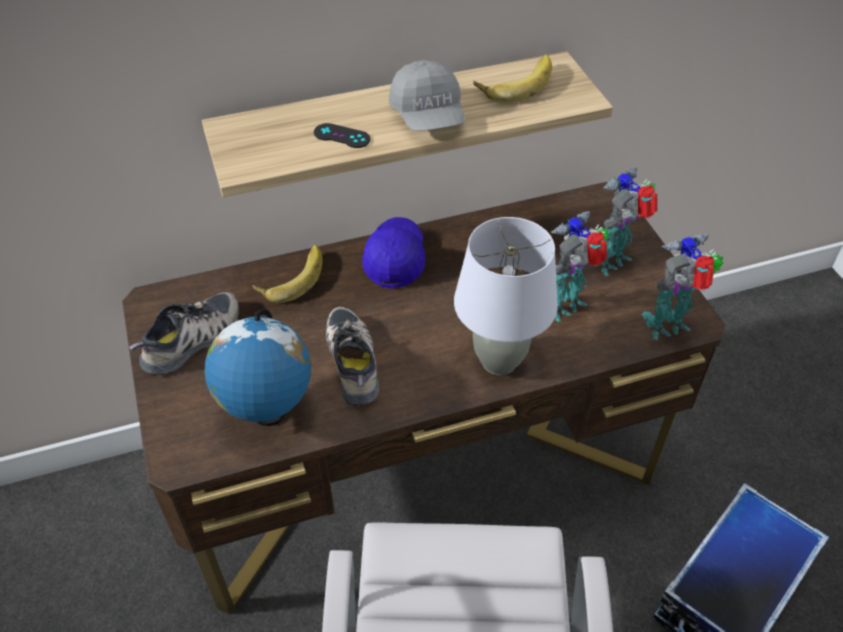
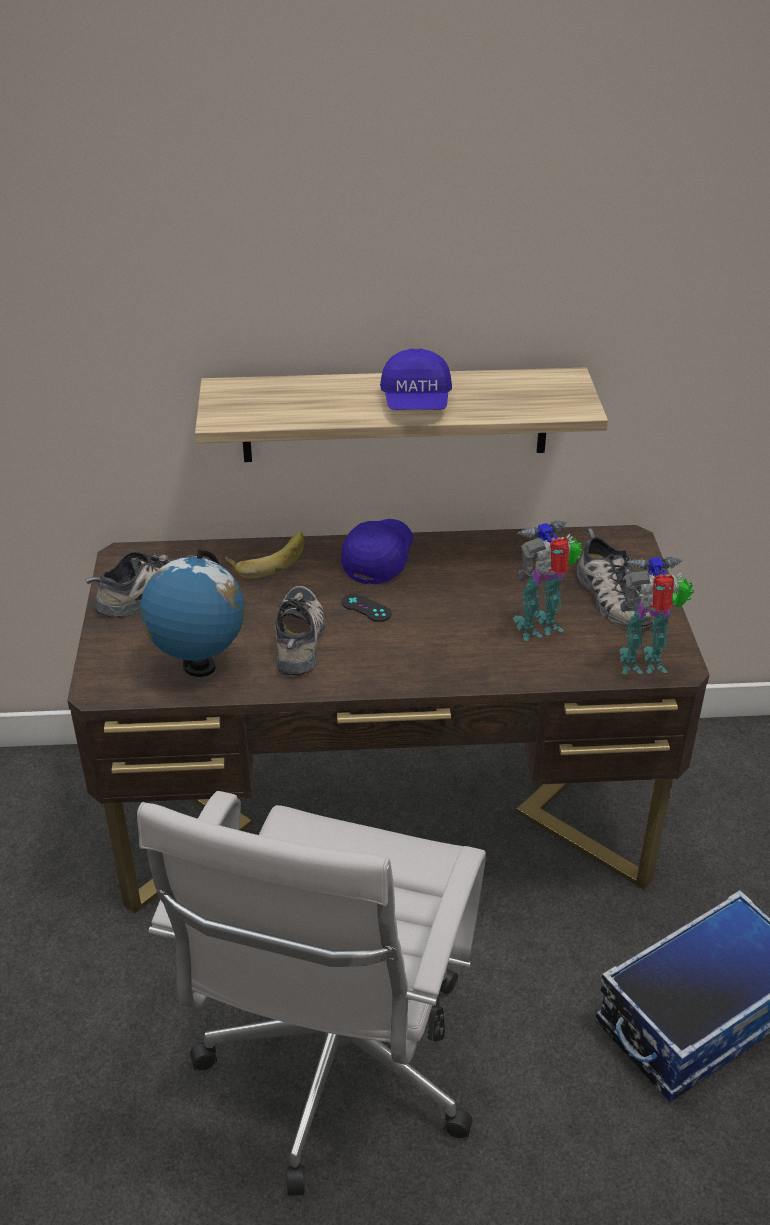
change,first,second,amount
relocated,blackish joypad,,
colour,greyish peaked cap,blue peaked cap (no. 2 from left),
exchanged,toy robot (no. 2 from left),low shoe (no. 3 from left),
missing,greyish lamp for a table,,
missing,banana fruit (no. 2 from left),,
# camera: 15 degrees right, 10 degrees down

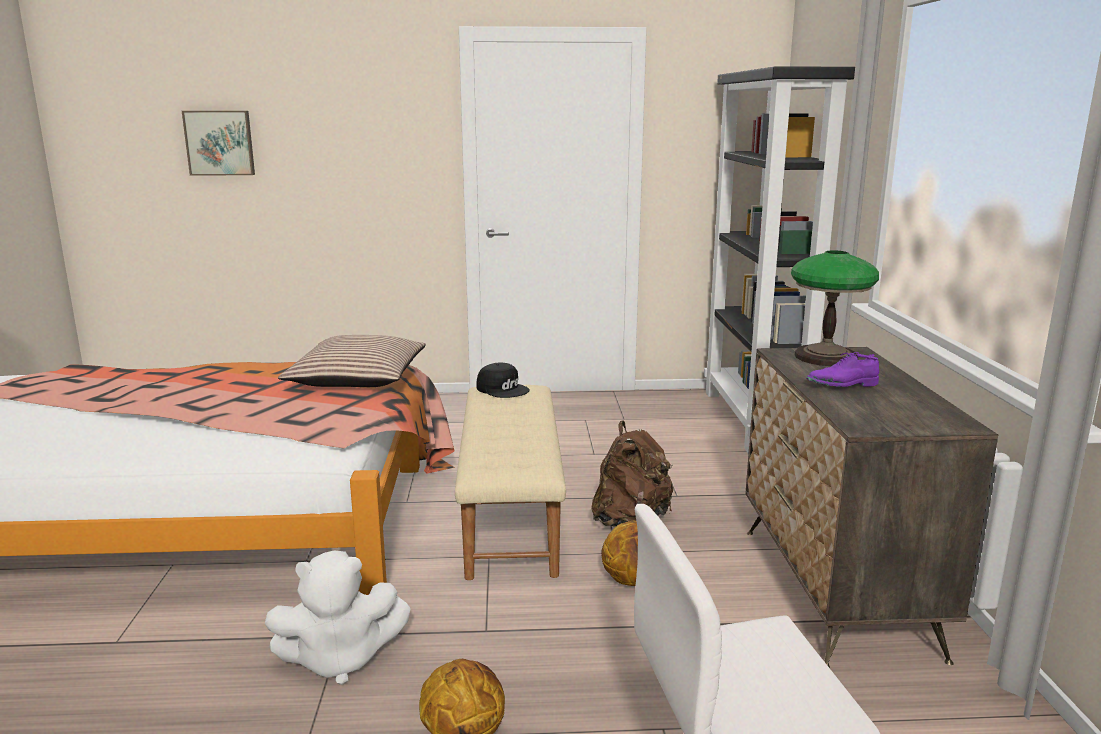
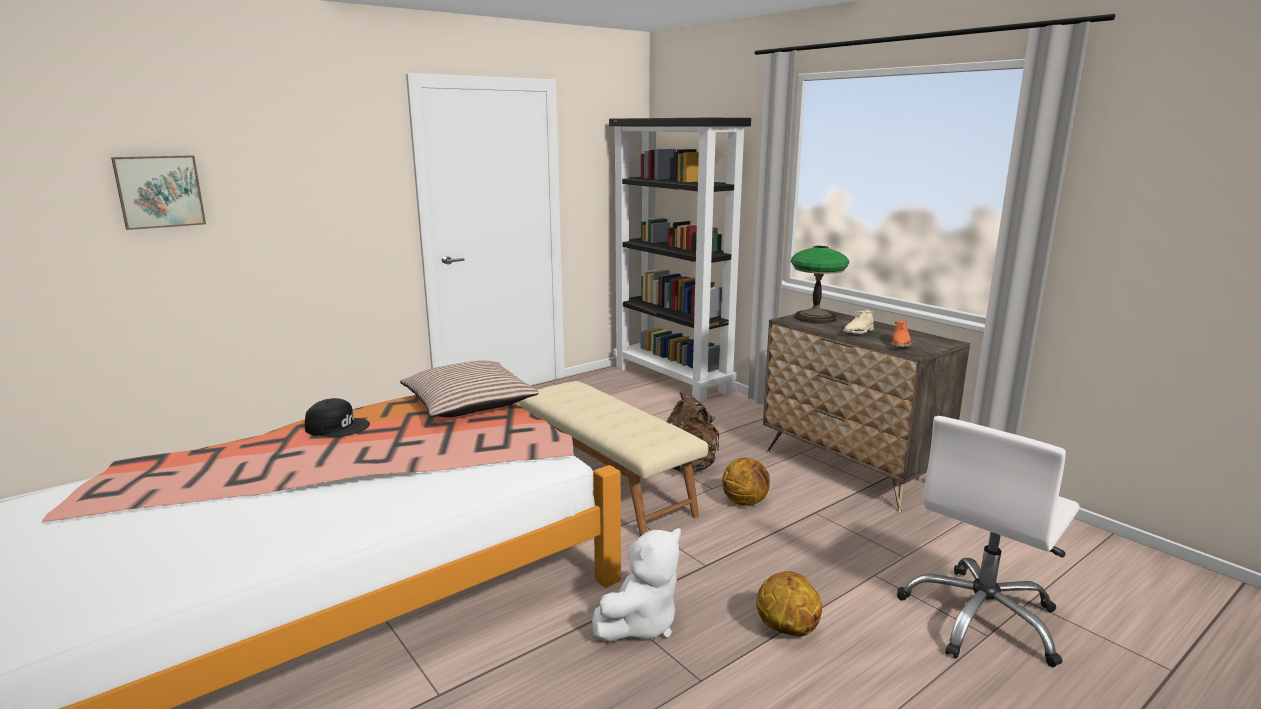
change,first,second,amount
relocated,blackish peaked cap,,
colour,purplish low shoe,beige low shoe,
appeared,,orangey low shoe,
# camera: 35 degrees left, 0 degrees up

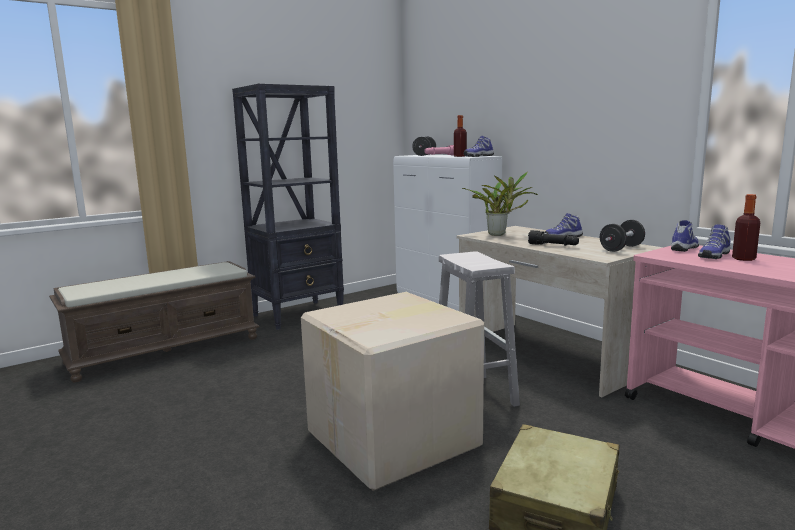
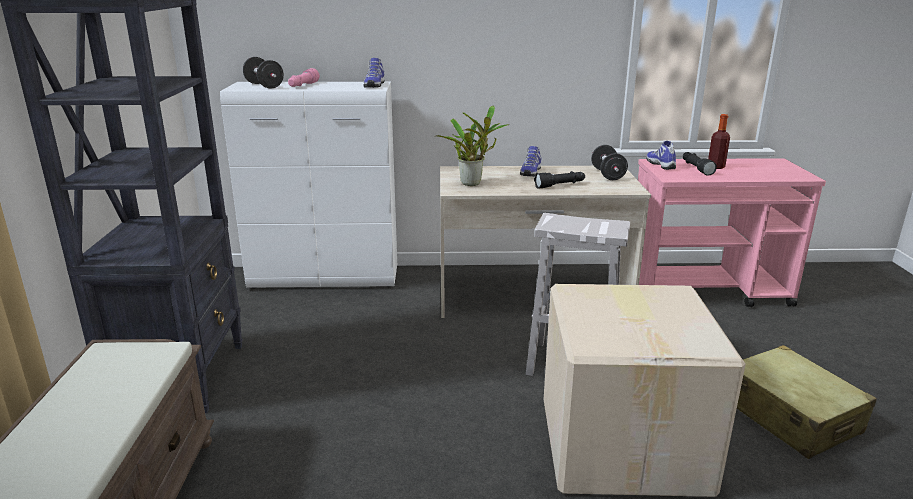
change,first,second,amount
exchanged,low shoe (no. 4 from left),blackish flashlight (no. 2 from left),
missing,bottle (no. 1 from left),,
# camera: 55 degrees left, 10 degrees up

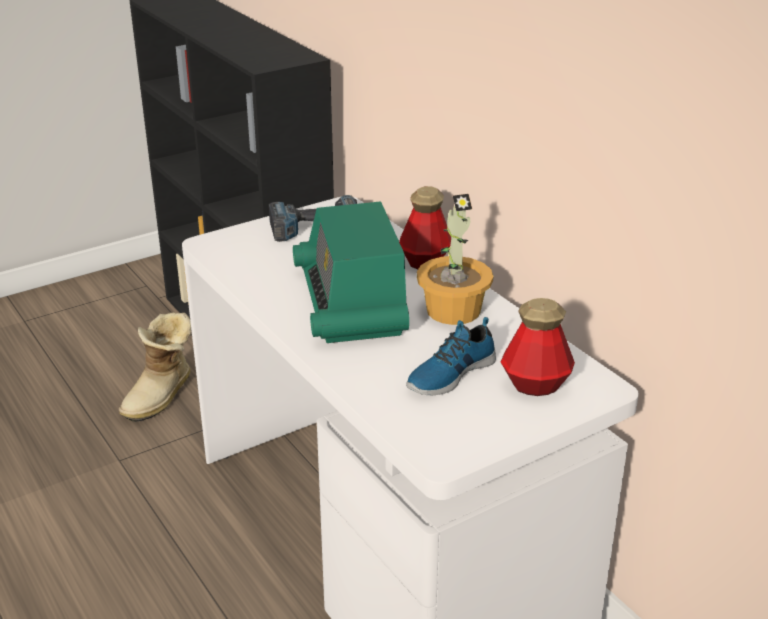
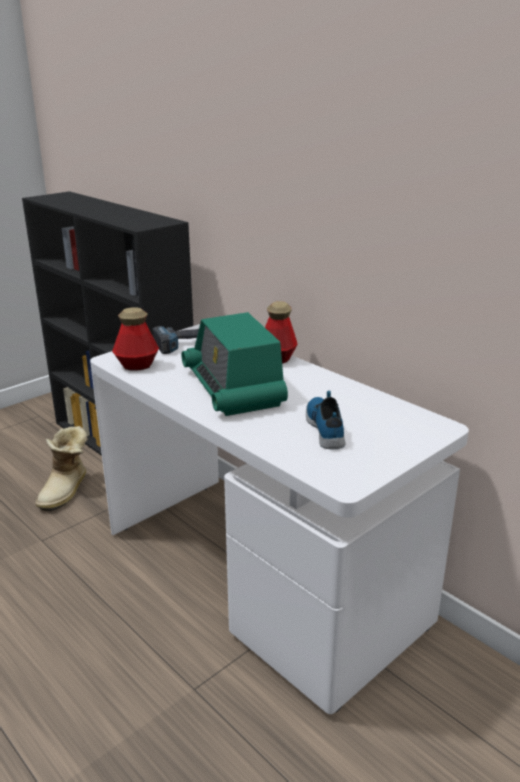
change,first,second,amount
relocated,bottle (no. 2 from left in the first image),bottle (no. 1 from left),
spun,low shoe,,135 degrees clockwise
missing,plant in a pot,,
# camera: 10 degrees left, 5 degrees down

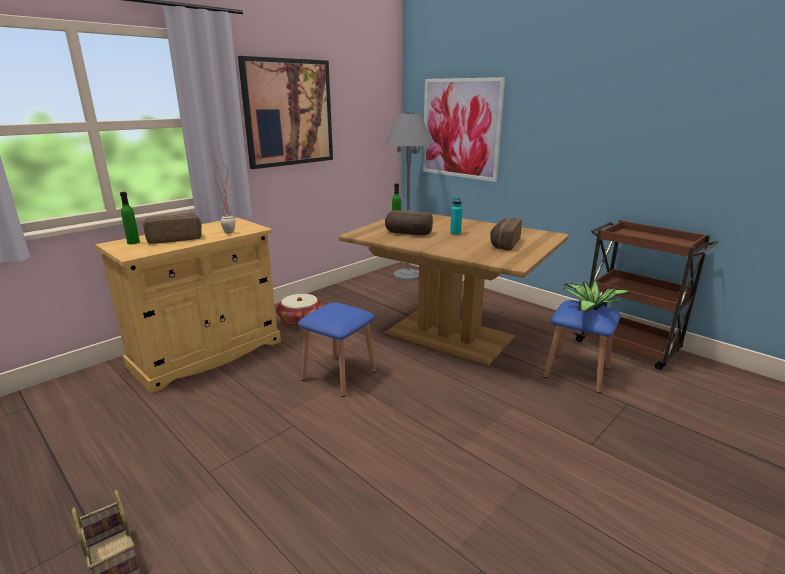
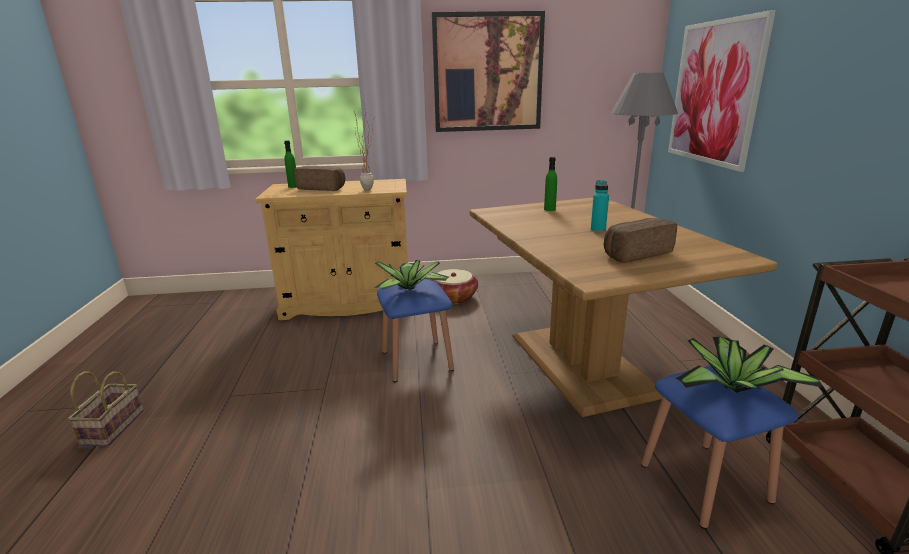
change,first,second,amount
appeared,,plant in a pot (no. 2 from left),
missing,baked bread (no. 2 from left),,
# camera: 40 degrees right, 0 degrees up

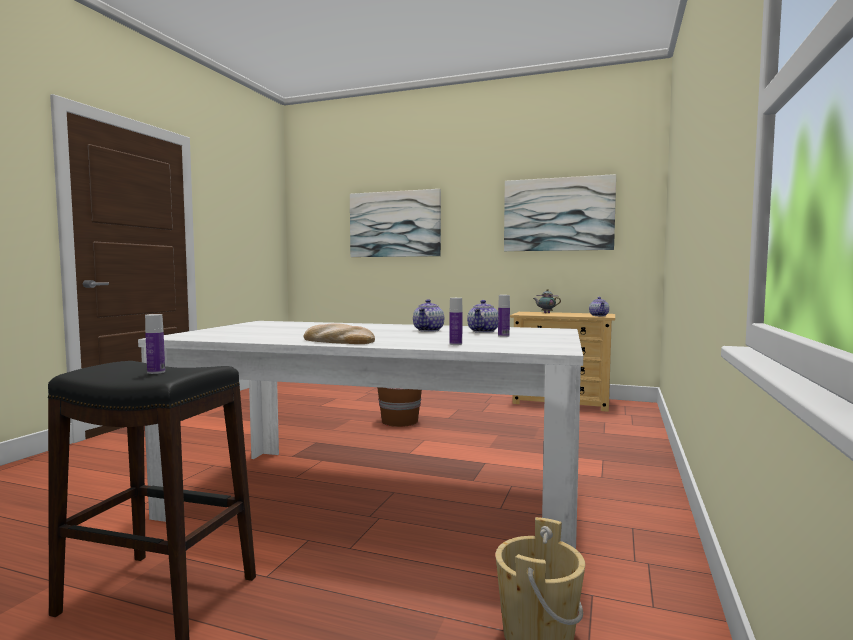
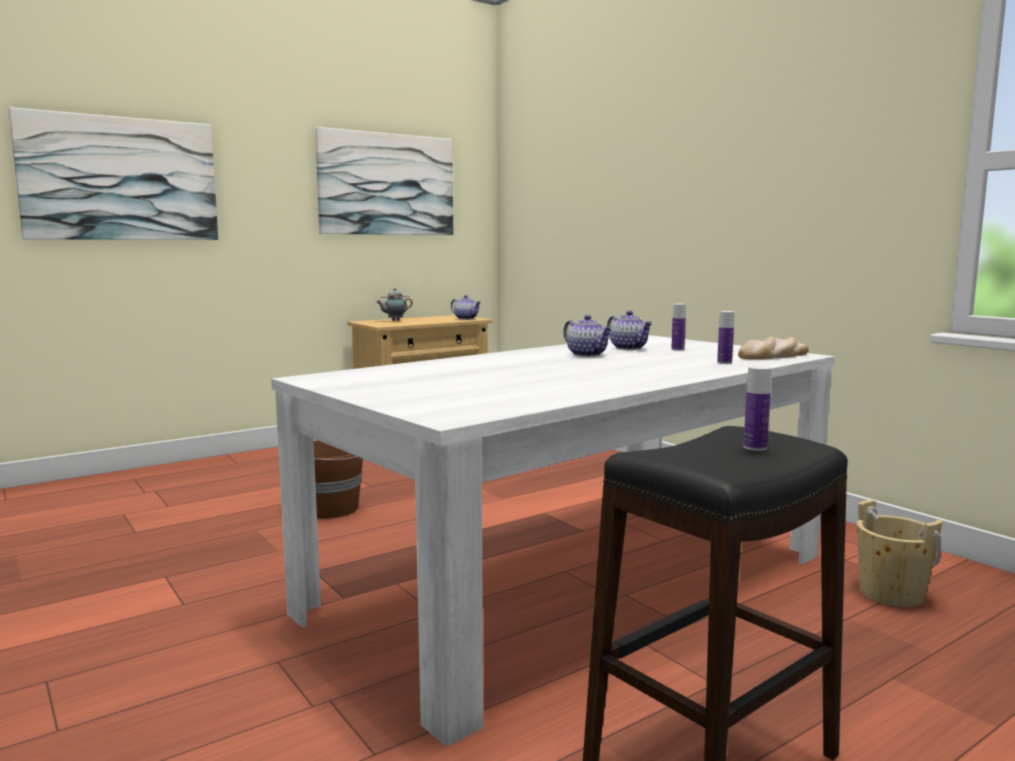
change,first,second,amount
relocated,baked bread,,
# camera: 55 degrees left, 5 degrees up

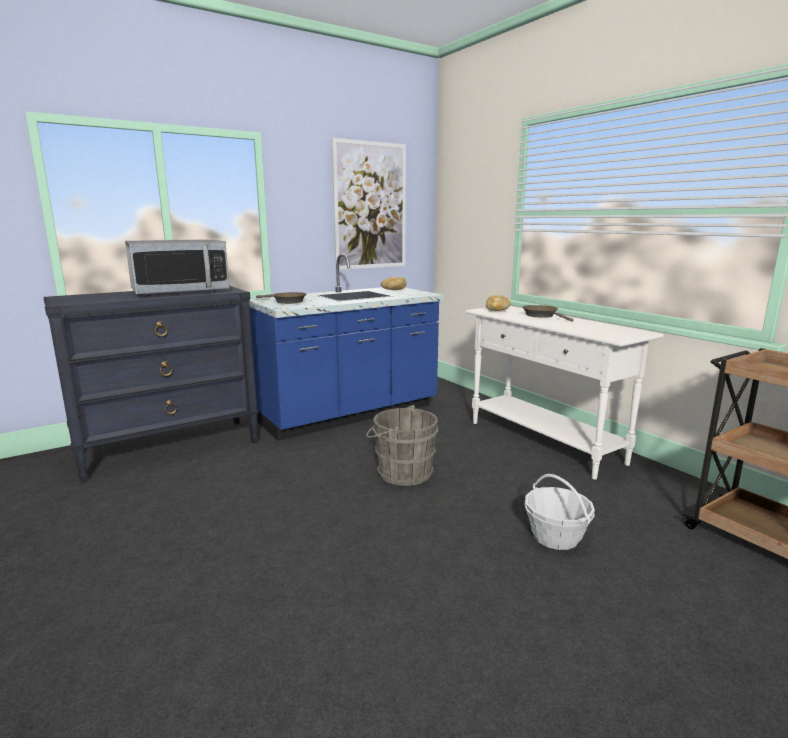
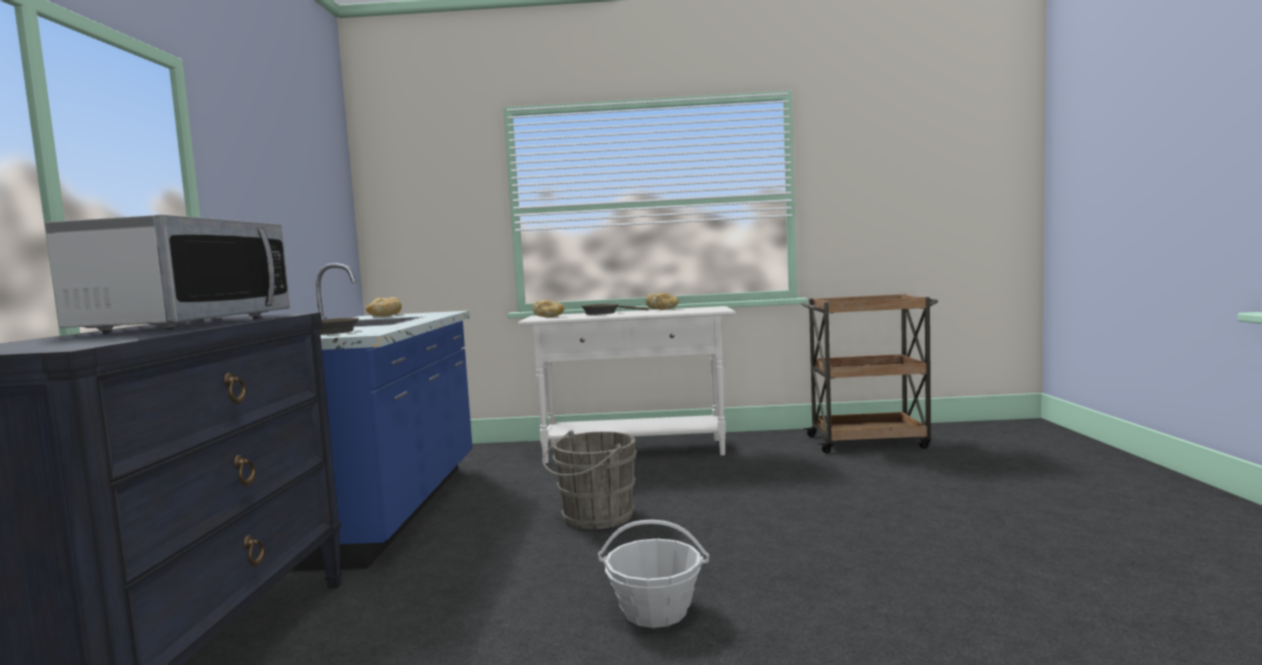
change,first,second,amount
relocated,storage basket,,
appeared,,baked bread (no. 3 from left),
missing,picture,,
# camera: 55 degrees left, 10 degrees down

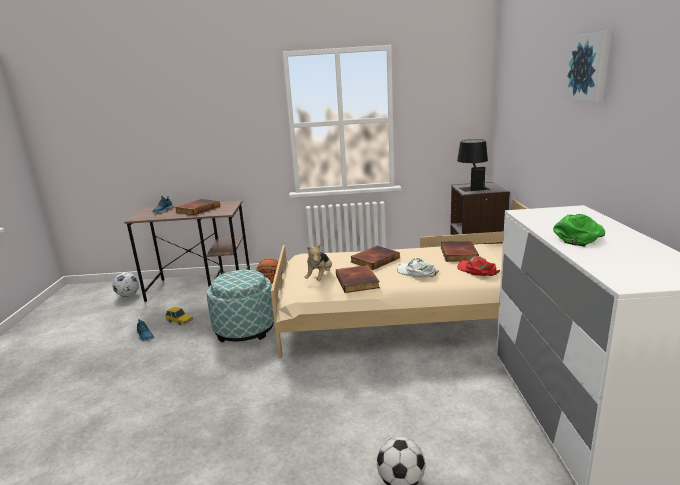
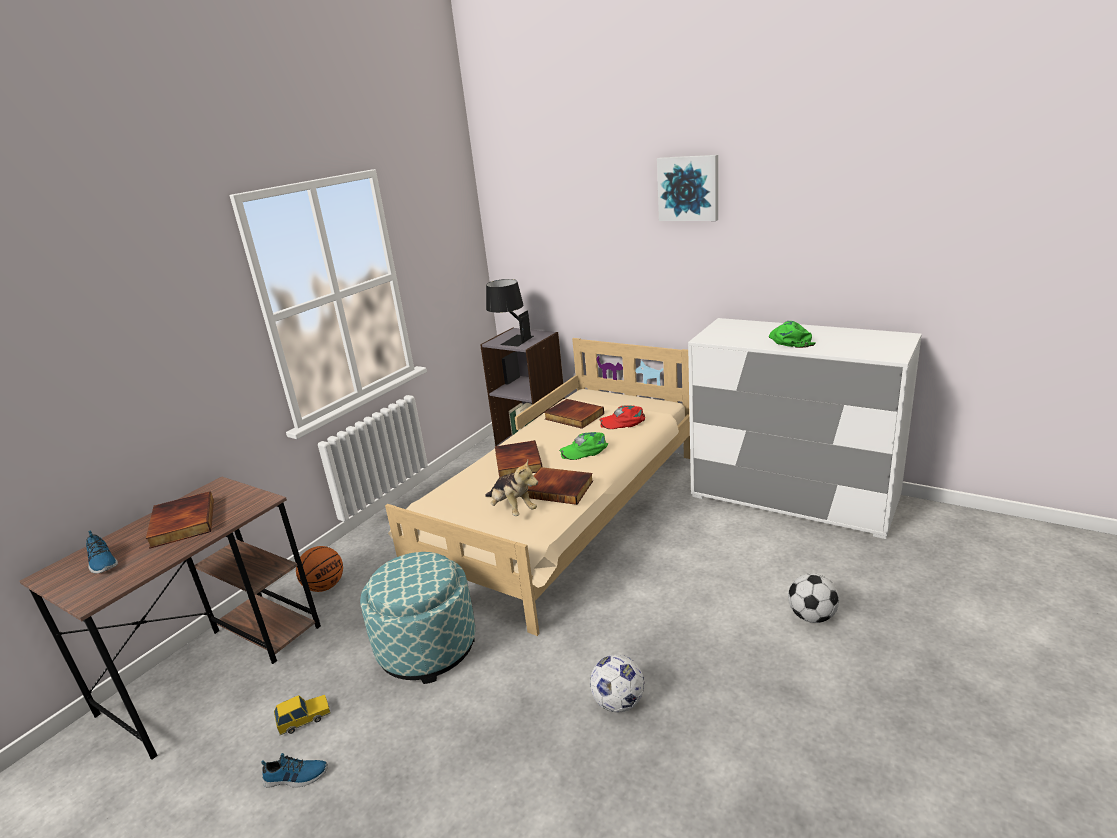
change,first,second,amount
colour,white-coloured peaked cap,green peaked cap (no. 1 from left),
relocated,ball for football (no. 1 from left),,
# camera: 55 degrees left, 5 degrees up

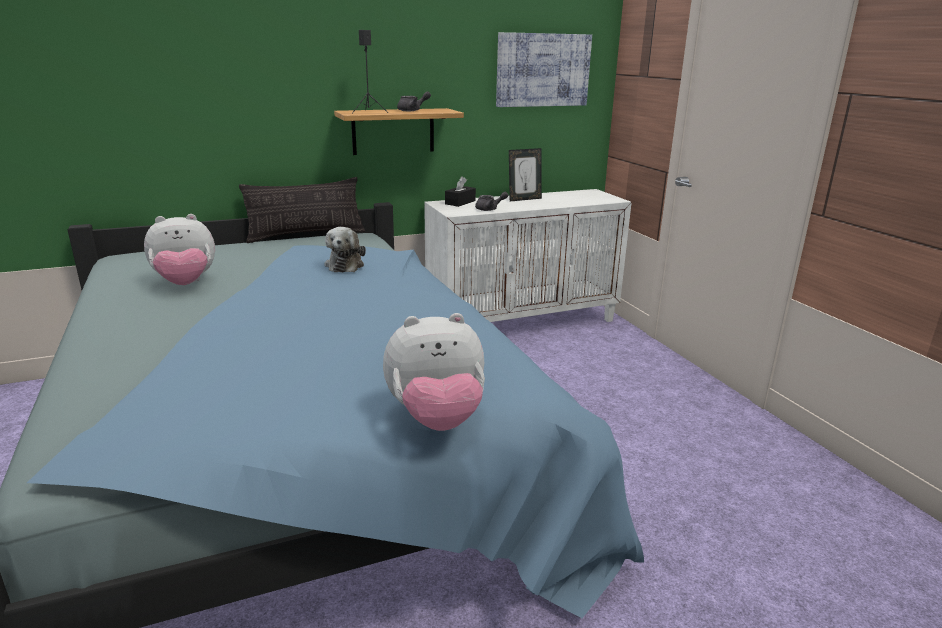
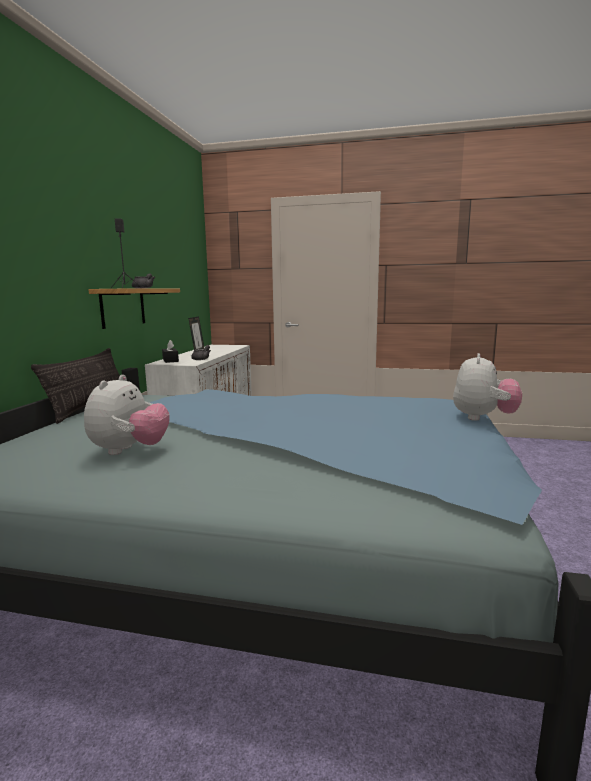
change,first,second,amount
missing,soft toy (no. 2 from left),,
missing,picture,,
# camera: 55 degrees left, 10 degrees down

